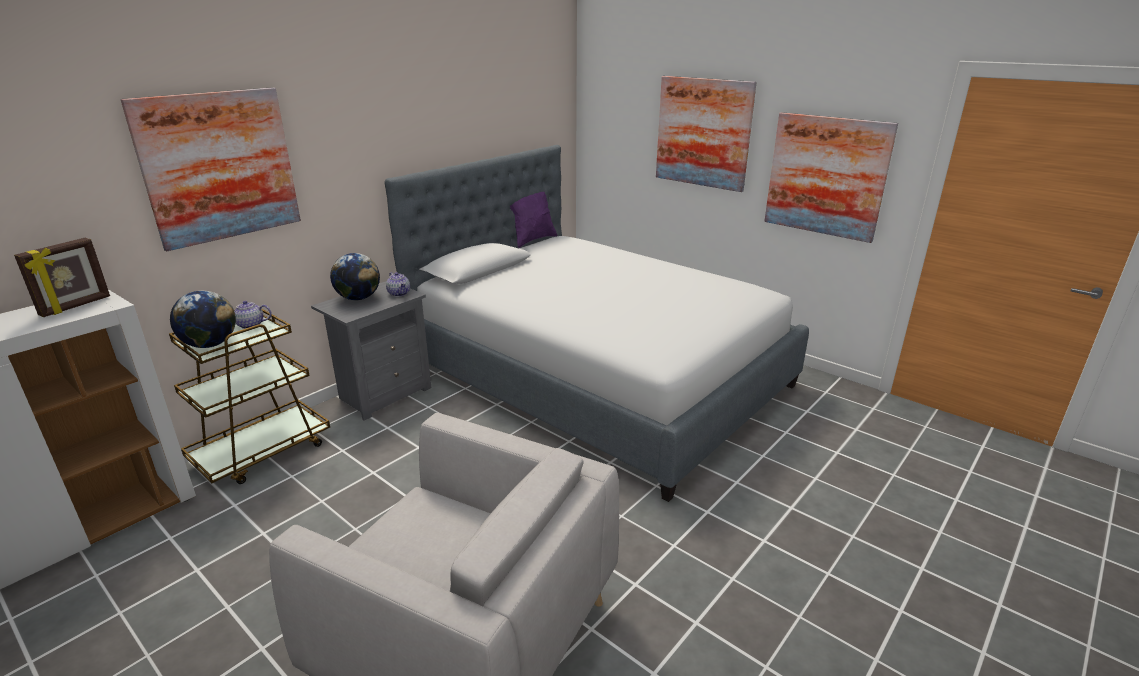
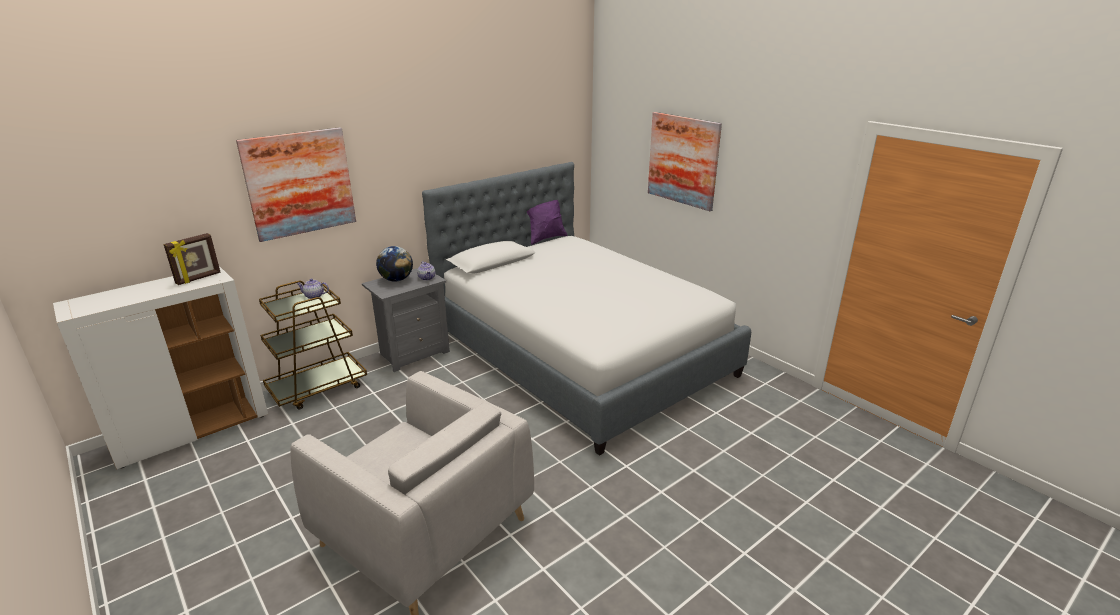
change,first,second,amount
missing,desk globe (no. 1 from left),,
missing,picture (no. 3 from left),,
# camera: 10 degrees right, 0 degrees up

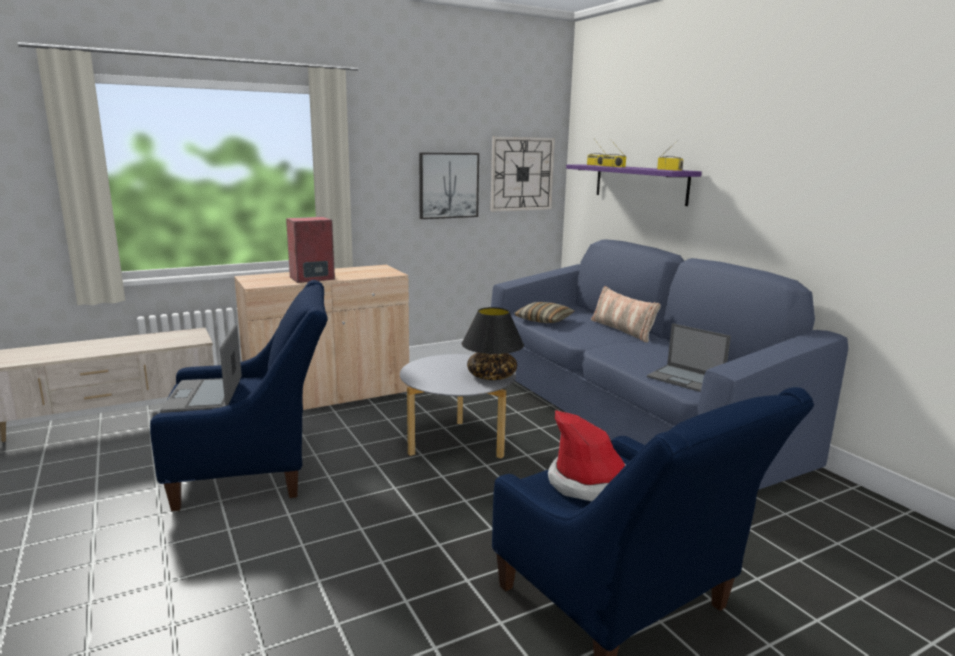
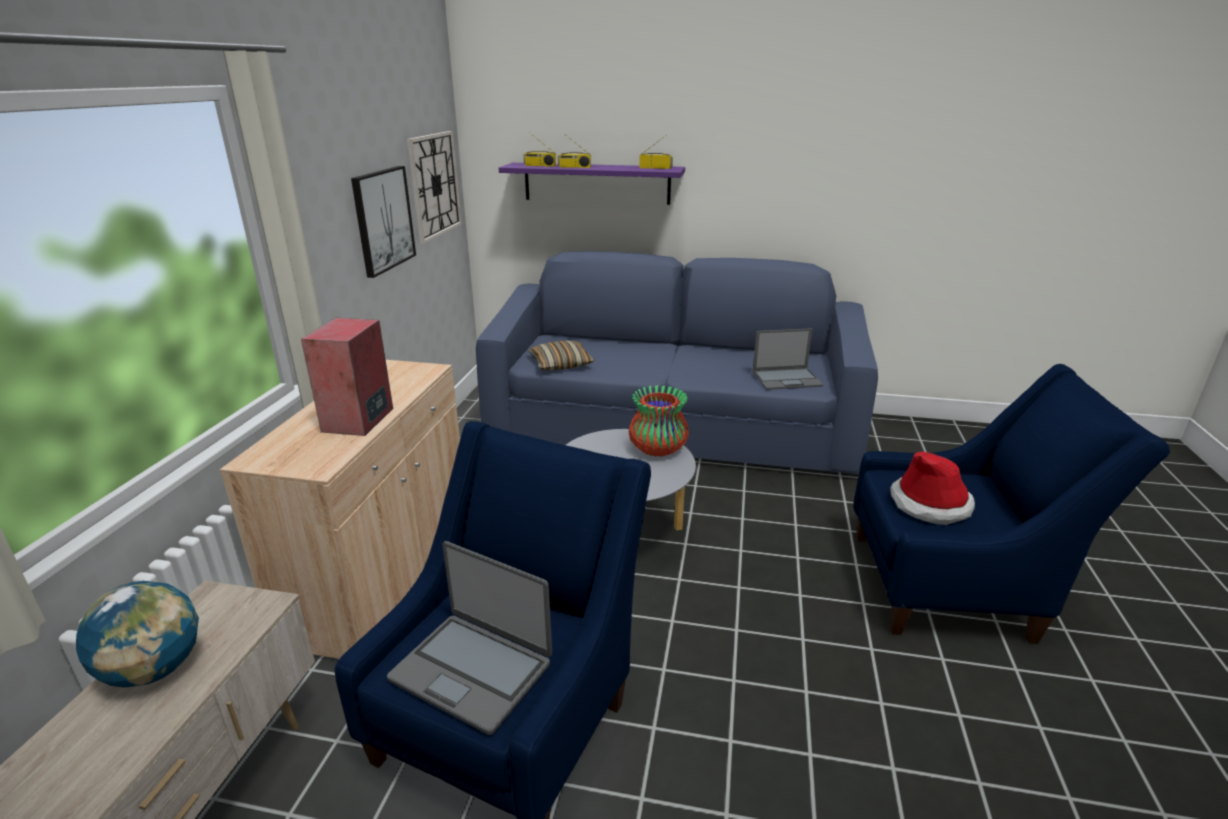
change,first,second,amount
appeared,,desk globe,
exchanged,blackish lamp for a table,vase,
missing,cushion (no. 2 from left),,
# camera: 50 degrees left, 10 degrees up

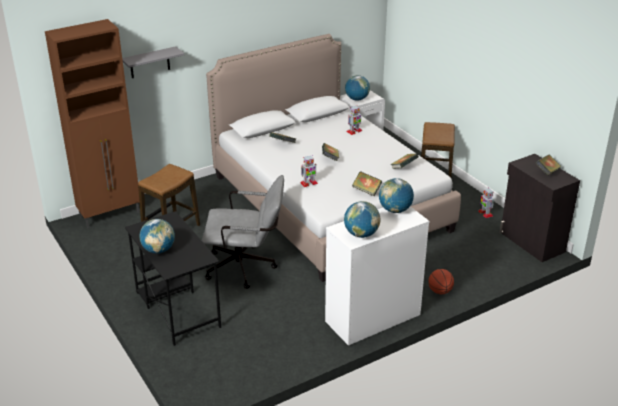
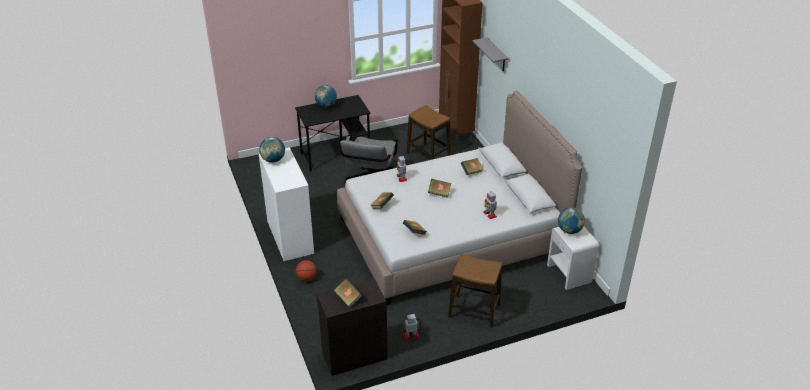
change,first,second,amount
missing,desk globe (no. 4 from left),,
# camera: 100 degrees right, 5 degrees up

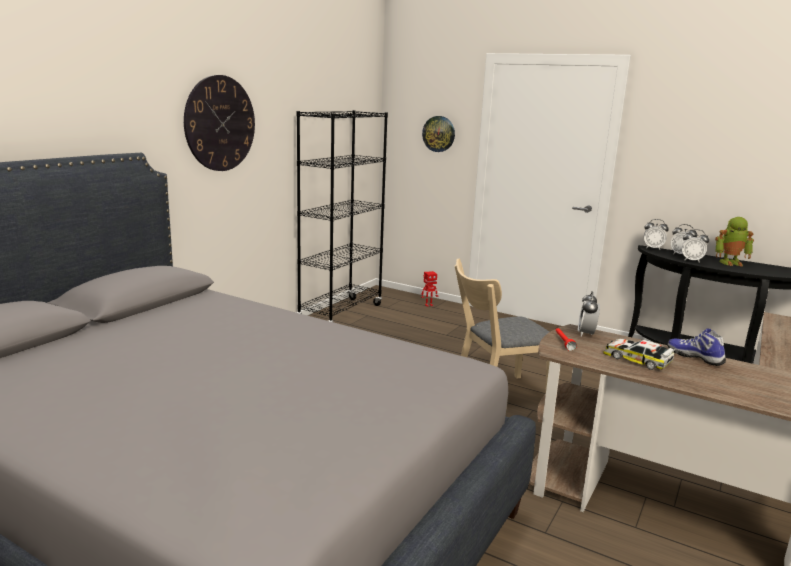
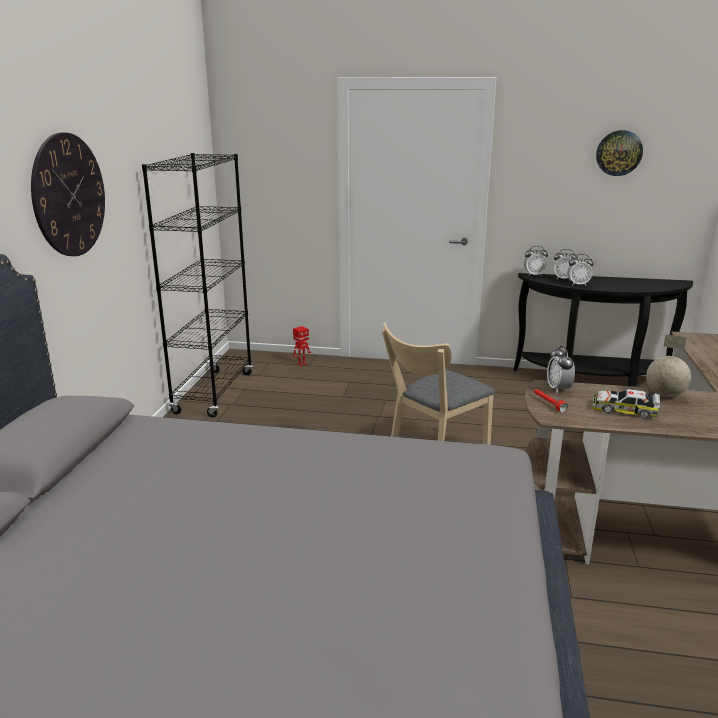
change,first,second,amount
relocated,hanging clock (no. 2 from left),,
exchanged,low shoe,desk globe,
missing,toy robot (no. 2 from left),,
# camera: 20 degrees left, 5 degrees up

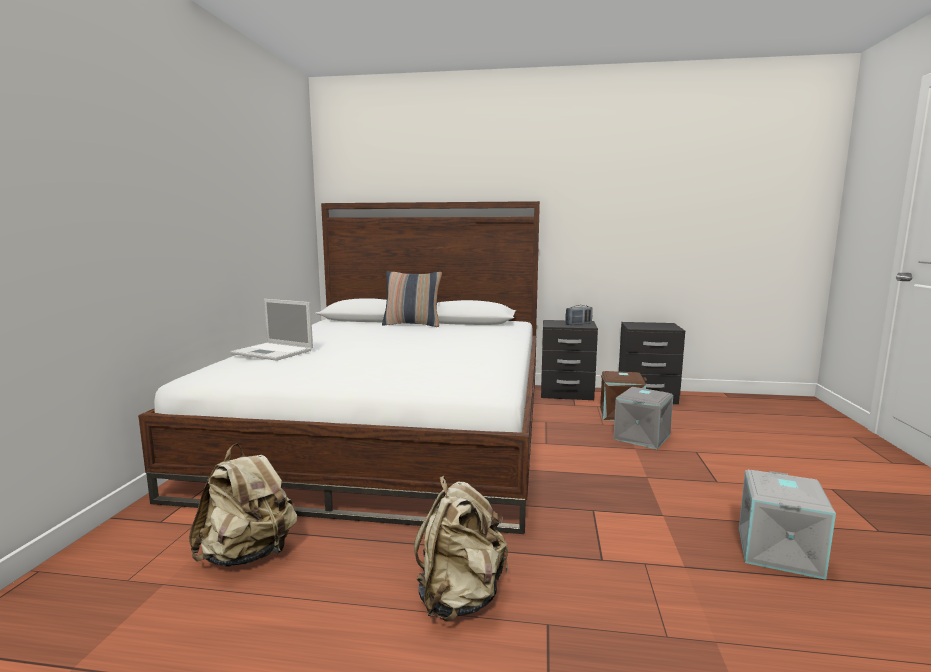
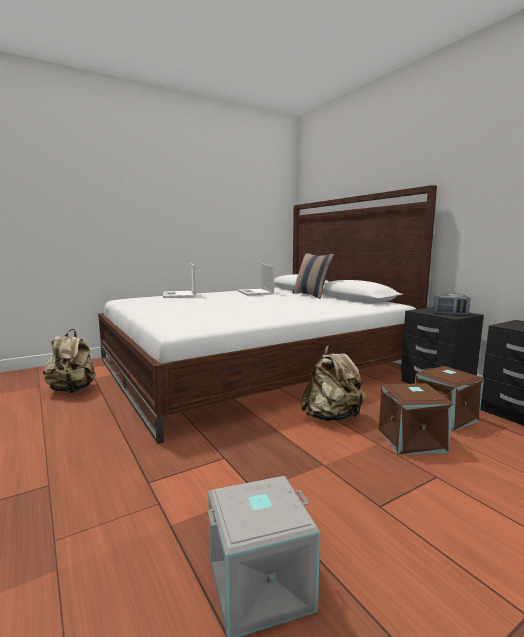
change,first,second,amount
appeared,,portable computer (no. 2 from left),
relocated,beige rucksack (no. 2 from left),,
colour,greyish storage bin (no. 1 from left),brown storage bin (no. 1 from left),
# camera: 50 degrees right, 0 degrees up

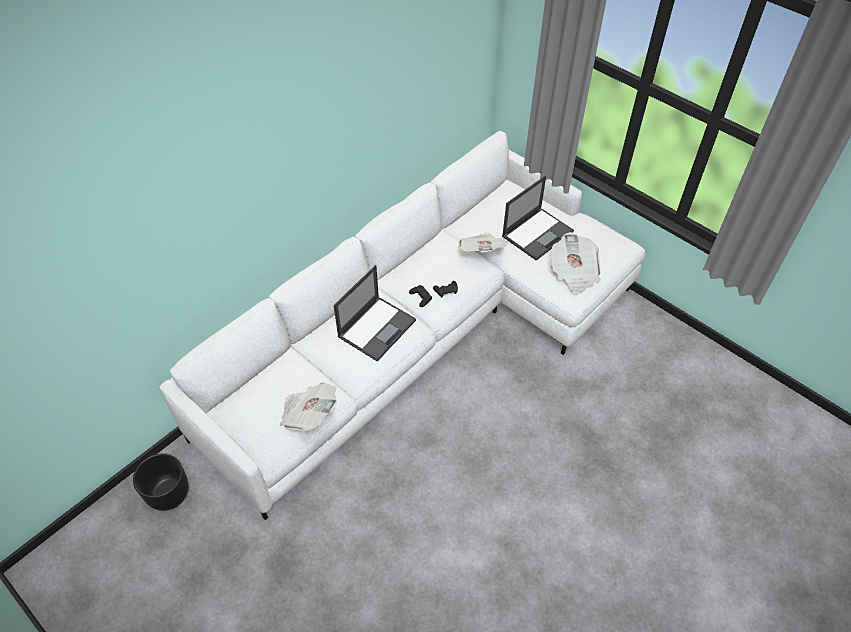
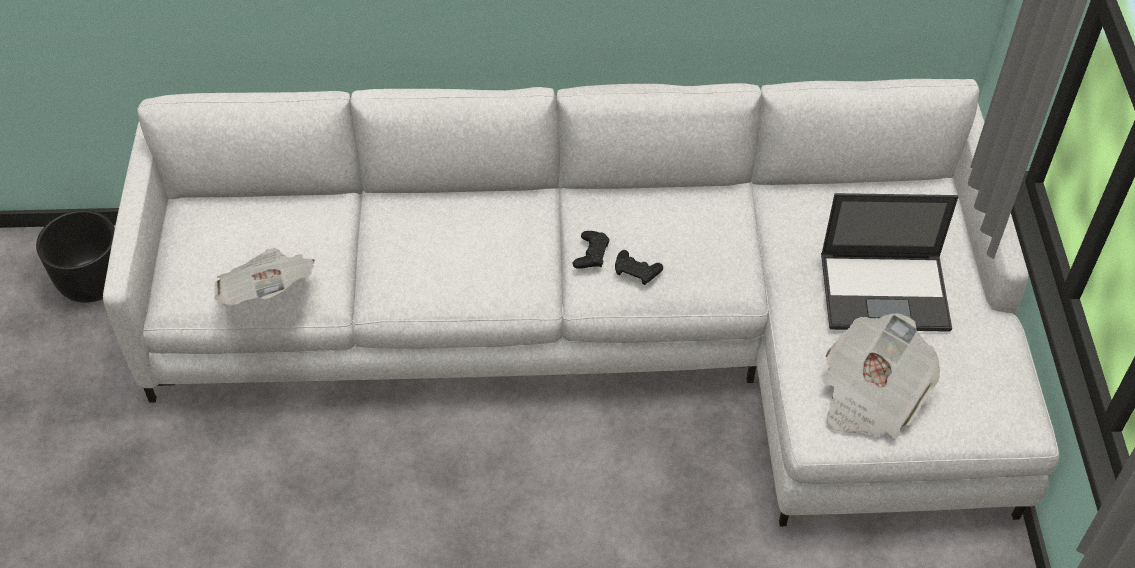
change,first,second,amount
missing,portable computer (no. 1 from left),,
missing,daily paper (no. 2 from left),,
# camera: 45 degrees right, 0 degrees up

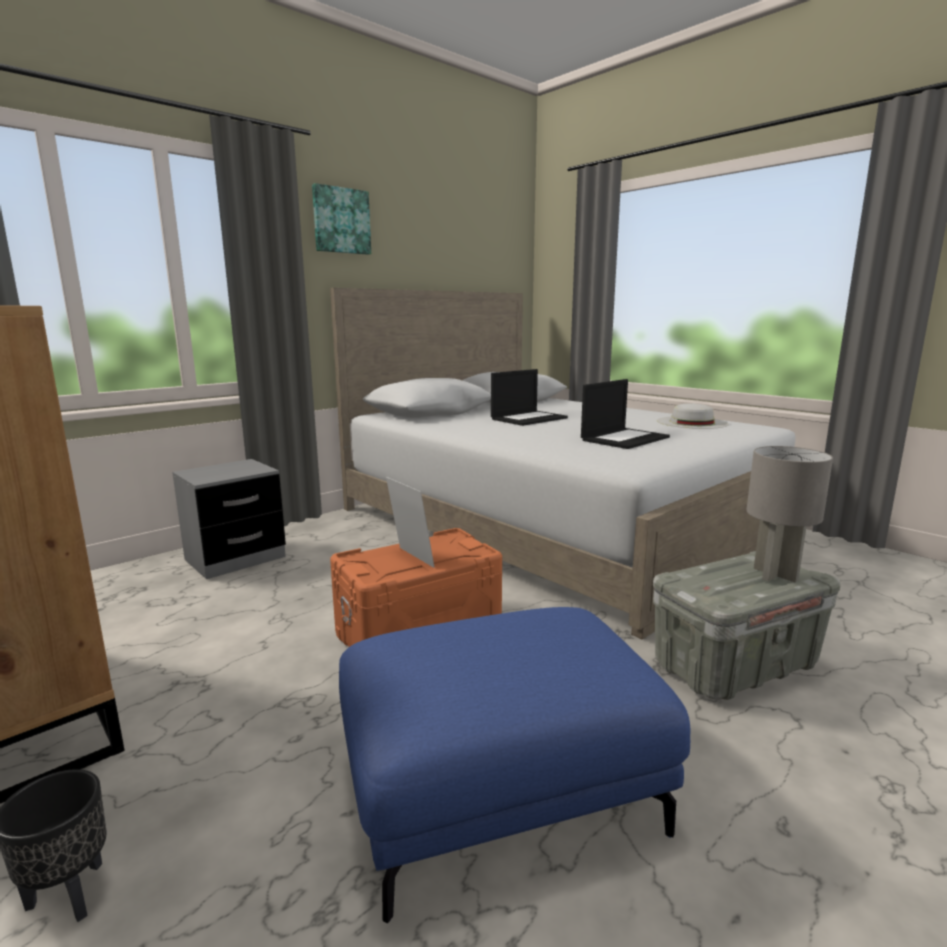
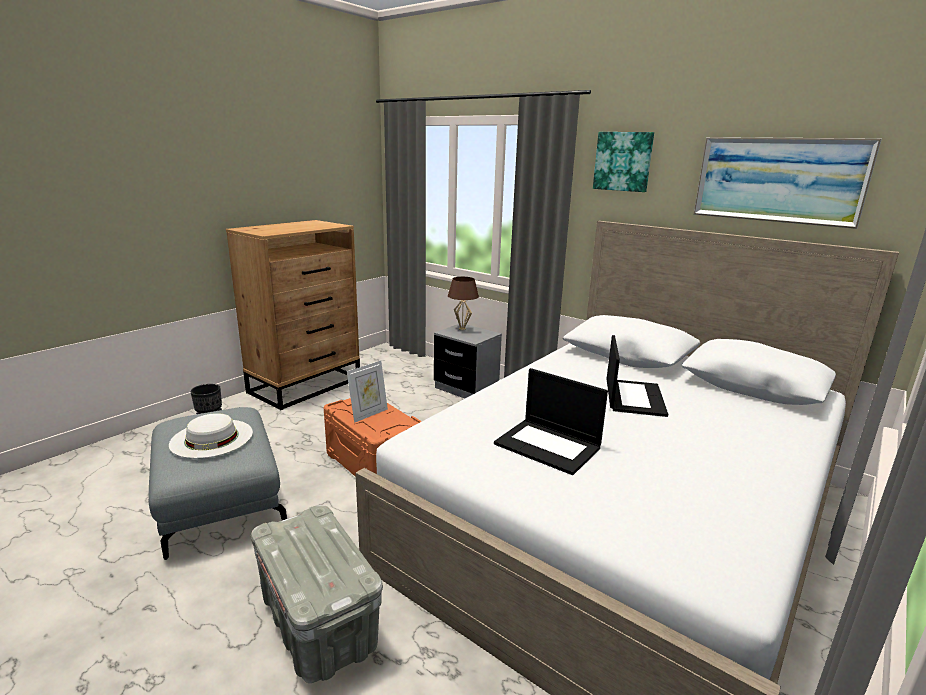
change,first,second,amount
colour,blue footrest,greyish footrest,
relocated,white-coloured wearable hat,,
appeared,,brown lamp for a table,
spun,portable computer (no. 1 from left in the first image),portable computer (no. 2 from left),120 degrees counterclockwise
appeared,,picture (no. 2 from left),
missing,greyish lamp for a table,,
# camera: 80 degrees right, 5 degrees up

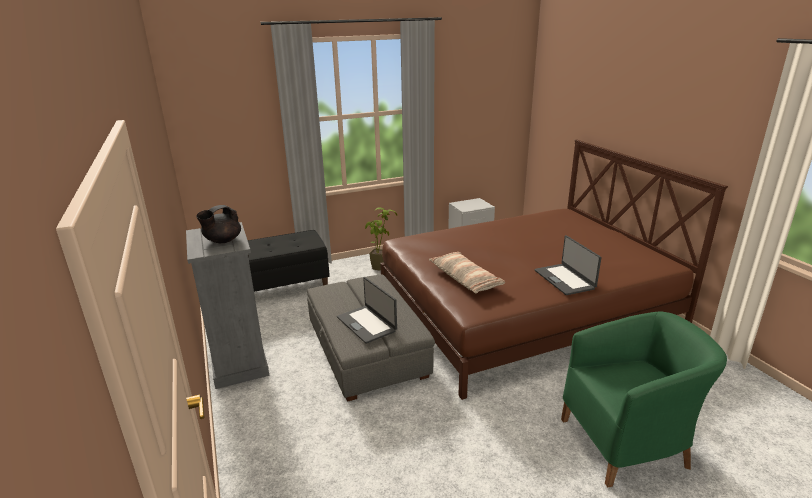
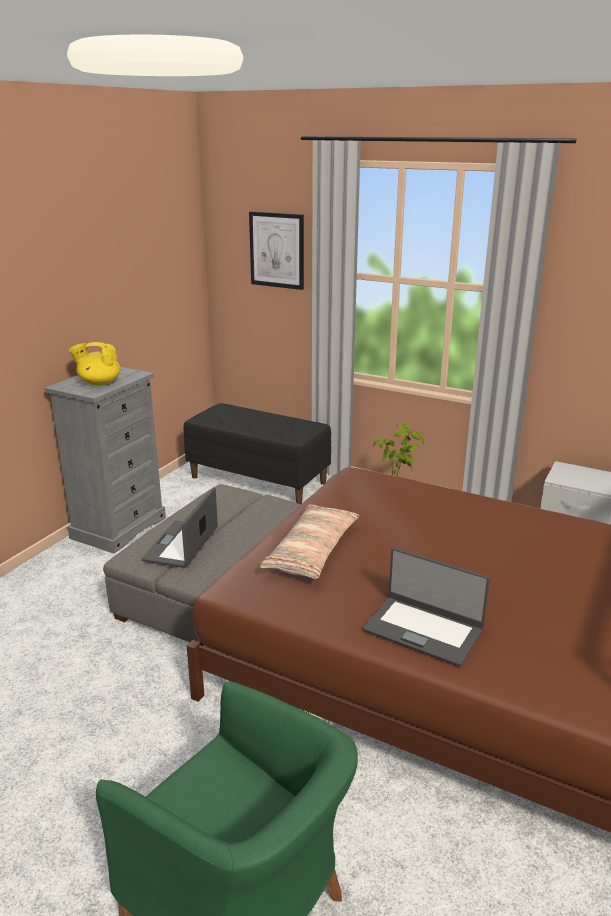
change,first,second,amount
colour,blackish teapot,yellow teapot,
appeared,,picture,
spun,portable computer (no. 2 from left),,90 degrees counterclockwise
# camera: 50 degrees right, 0 degrees up

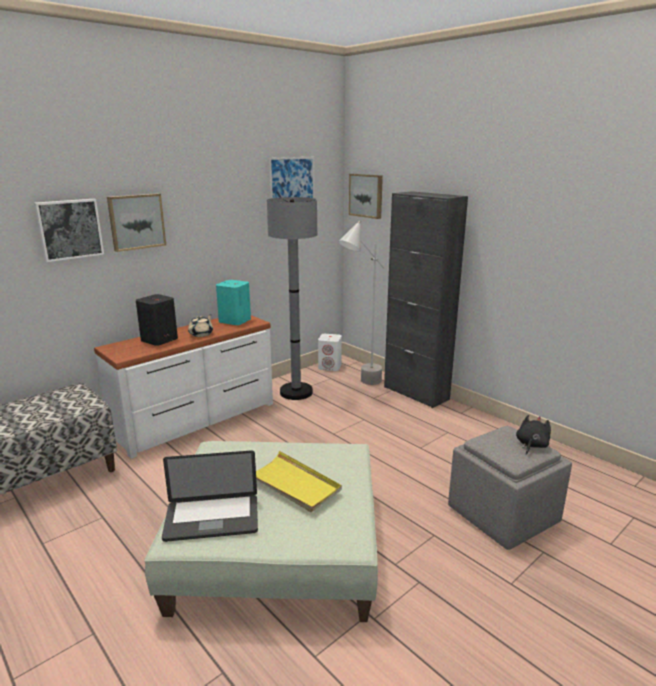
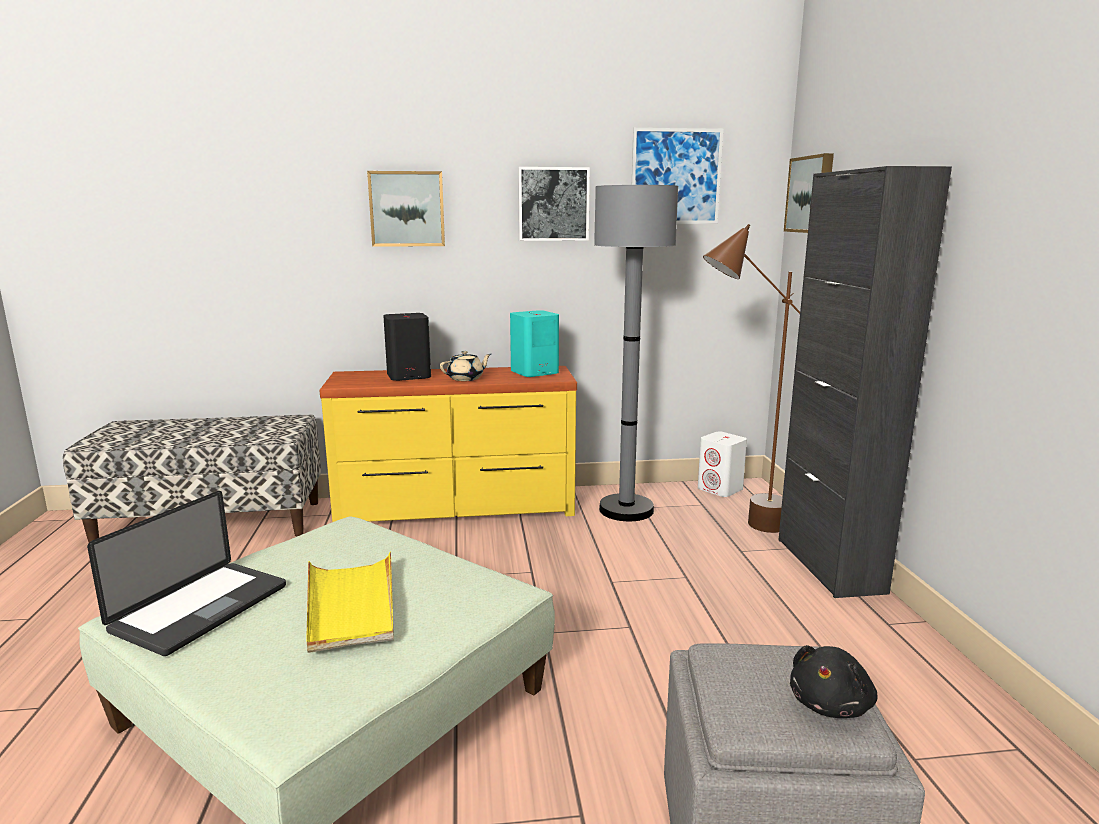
change,first,second,amount
spun,portable computer,,90 degrees counterclockwise
colour,white-coloured dresser,yellow dresser,
relocated,picture (no. 1 from left in the first image),picture (no. 2 from left),
colour,greyish floor lamp (no. 2 from left),brown floor lamp,
spun,blackish soft toy,,150 degrees clockwise
# camera: 35 degrees right, 5 degrees down

